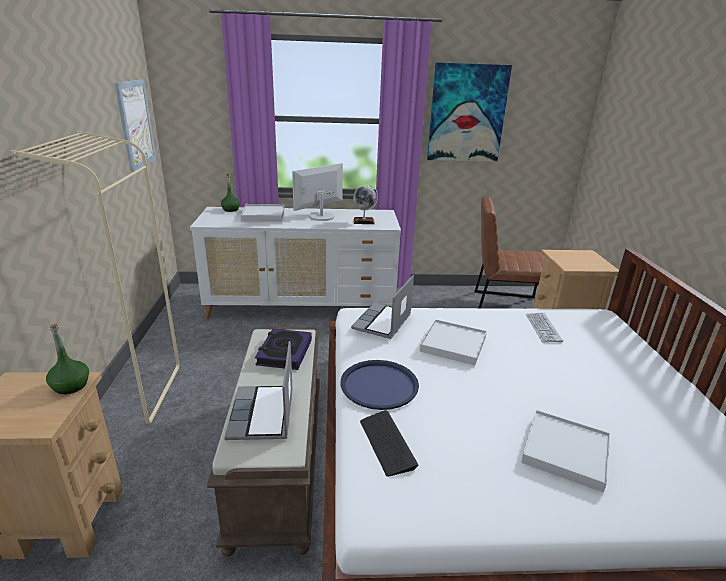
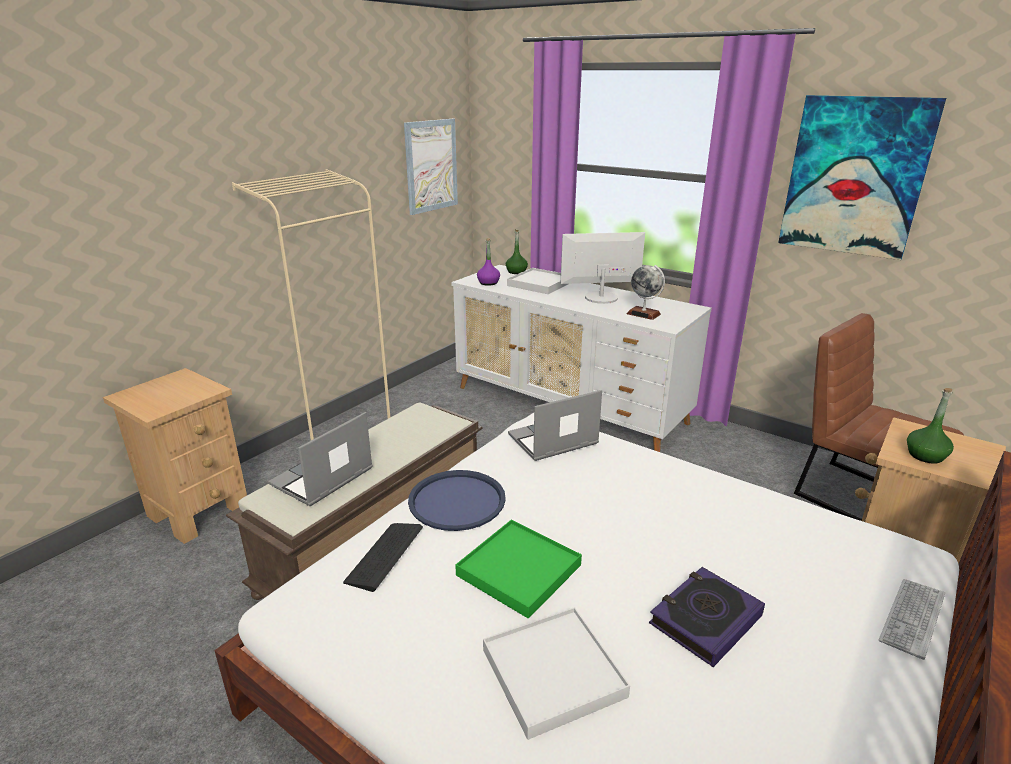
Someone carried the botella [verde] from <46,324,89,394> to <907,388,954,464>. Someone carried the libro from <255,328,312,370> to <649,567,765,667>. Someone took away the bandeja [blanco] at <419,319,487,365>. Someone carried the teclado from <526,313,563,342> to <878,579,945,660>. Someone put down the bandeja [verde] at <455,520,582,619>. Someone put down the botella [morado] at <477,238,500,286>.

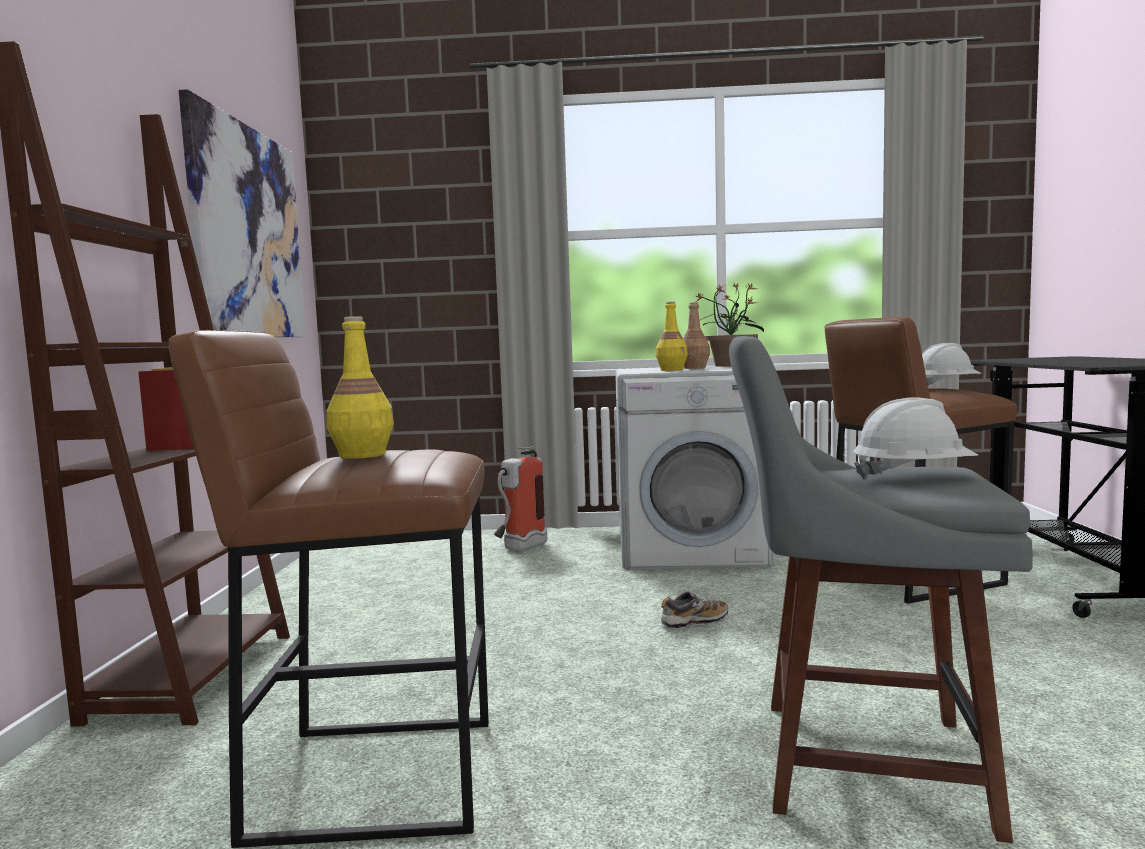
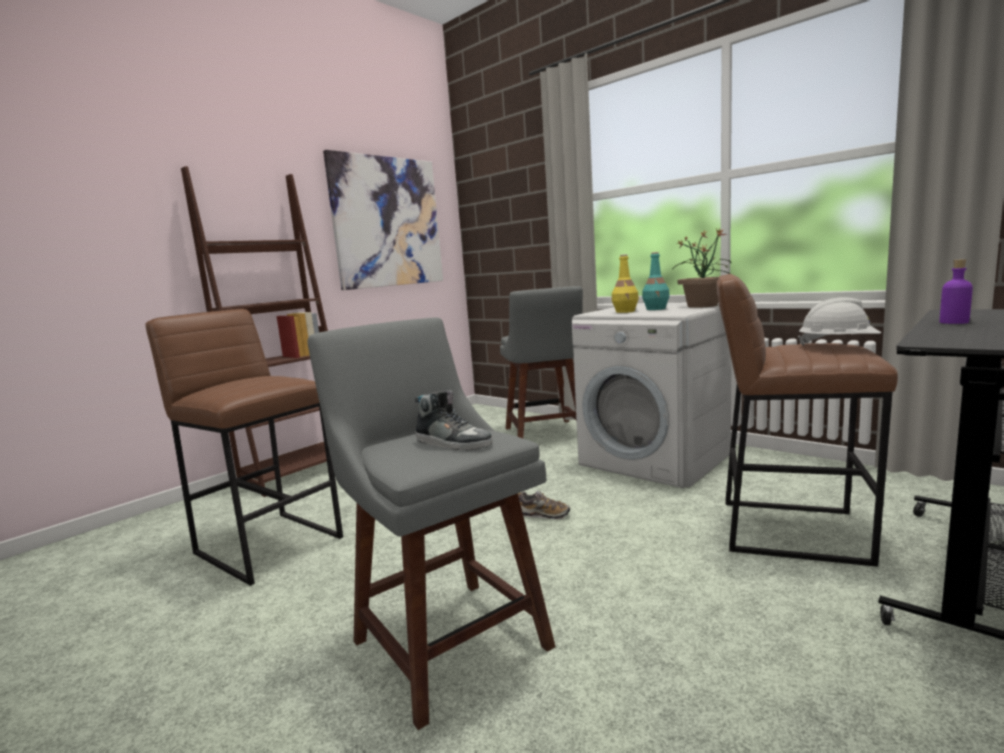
Someone took away the botella [amarillo] at <326,316,394,459>. Someone swapped the extintor at <494,446,547,552> for the taburete [gris] at <500,286,583,438>. Someone repainted the botella [marrón] at <683,302,710,369>, which became the botella [turquesa] at <642,252,670,310>. Someone swapped the casco [blanco] at <853,397,979,480> for the zapato at <415,390,493,451>. Someone put down the botella [morado] at <939,259,973,324>.

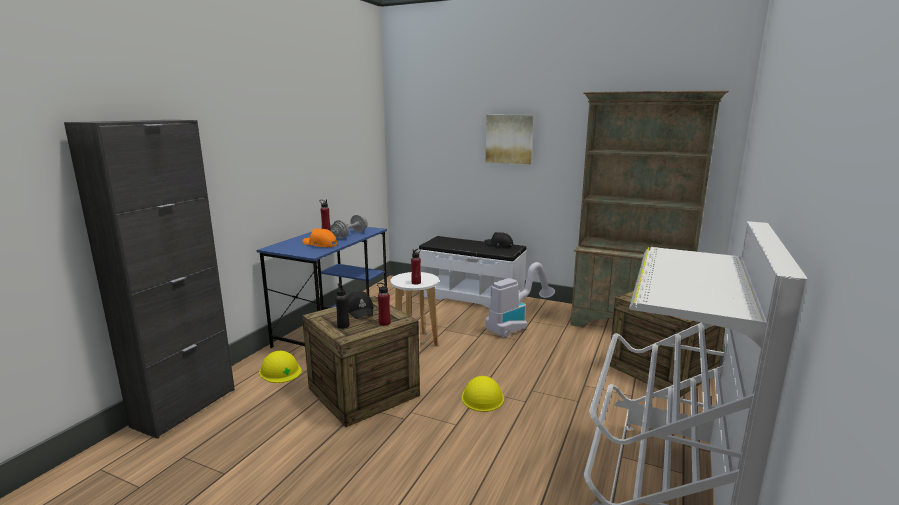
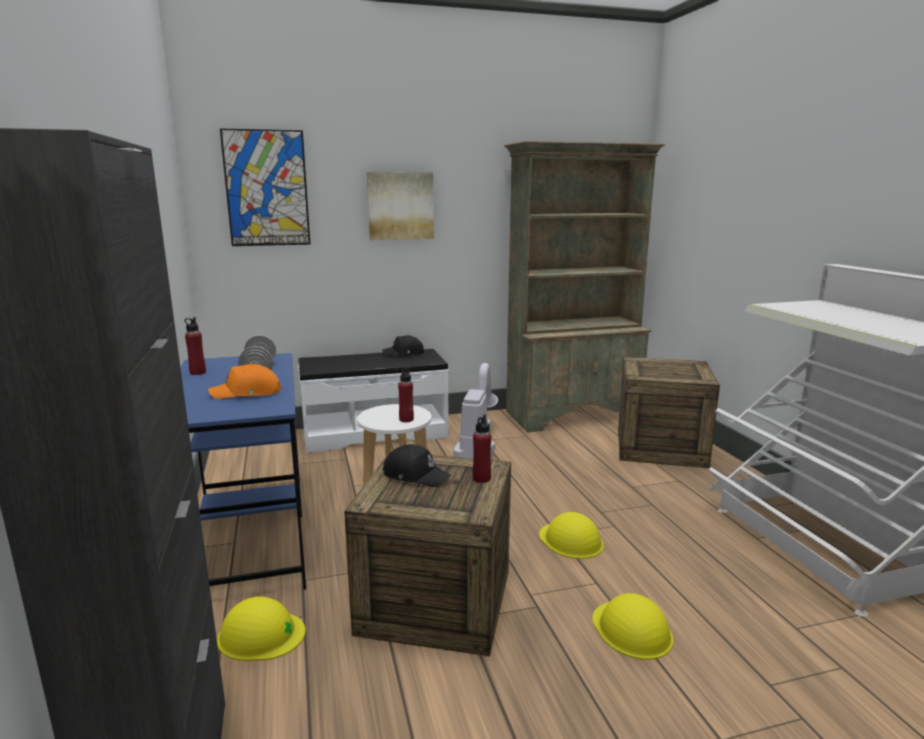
Someone took away the botella [negro] at <335,283,349,329>. Someone put up the cuadro at <220,128,310,246>. Someone put down the casco [amarillo] at <592,593,673,660>.

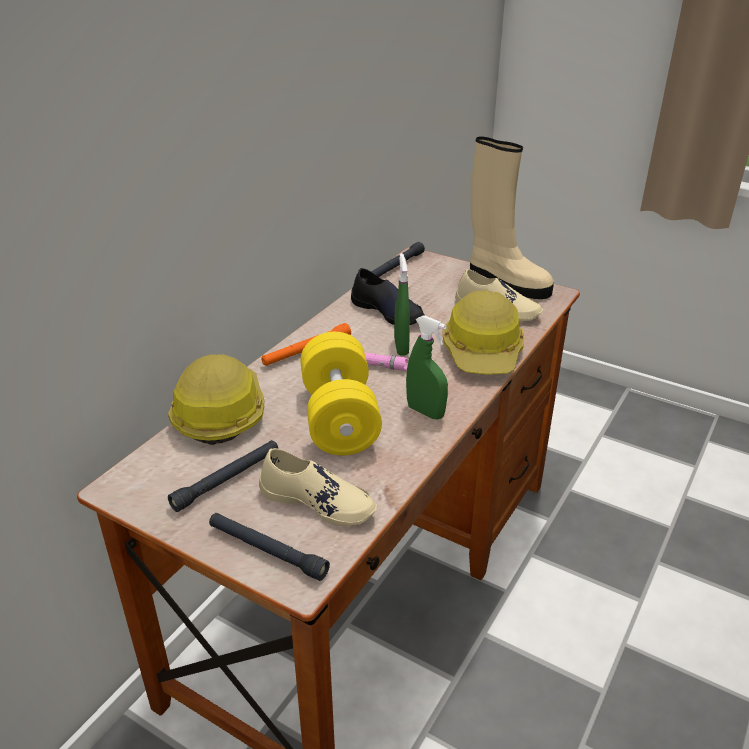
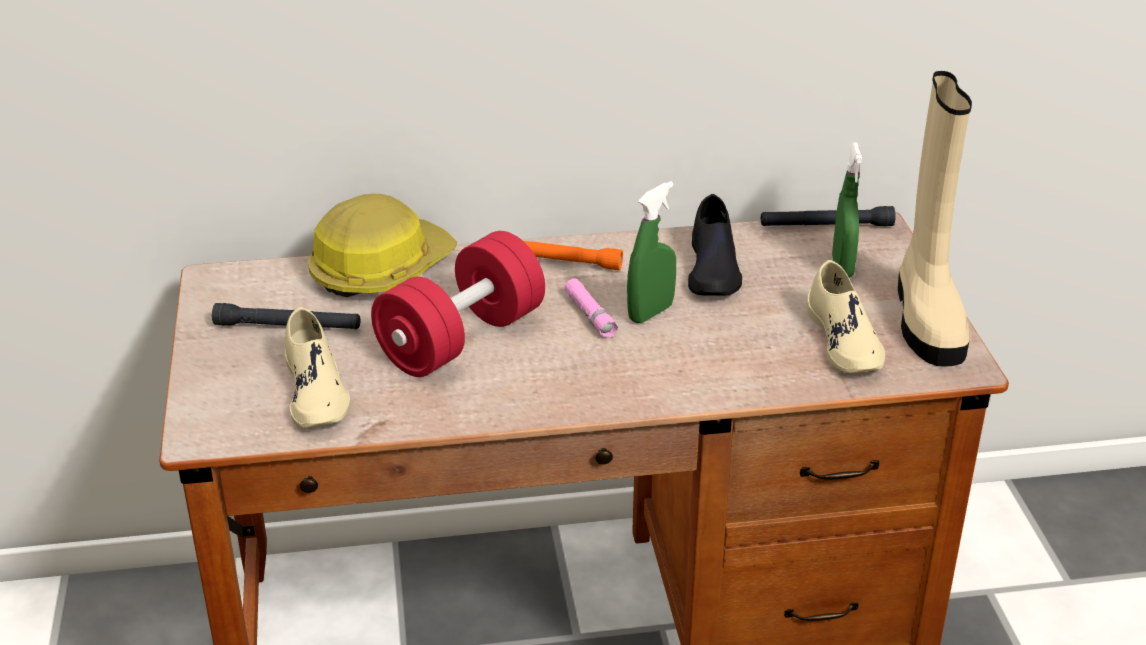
Someone took away the linterna [negro] at <209,513,330,581>. Someone repainted the mancuerna [amarillo] at <300,332,382,455>, which became the mancuerna [rojo] at <371,231,545,377>. Someone carried the pulverizador [verde] from <406,315,448,419> to <832,142,862,278>. Someone took away the casco at <443,290,524,375>.

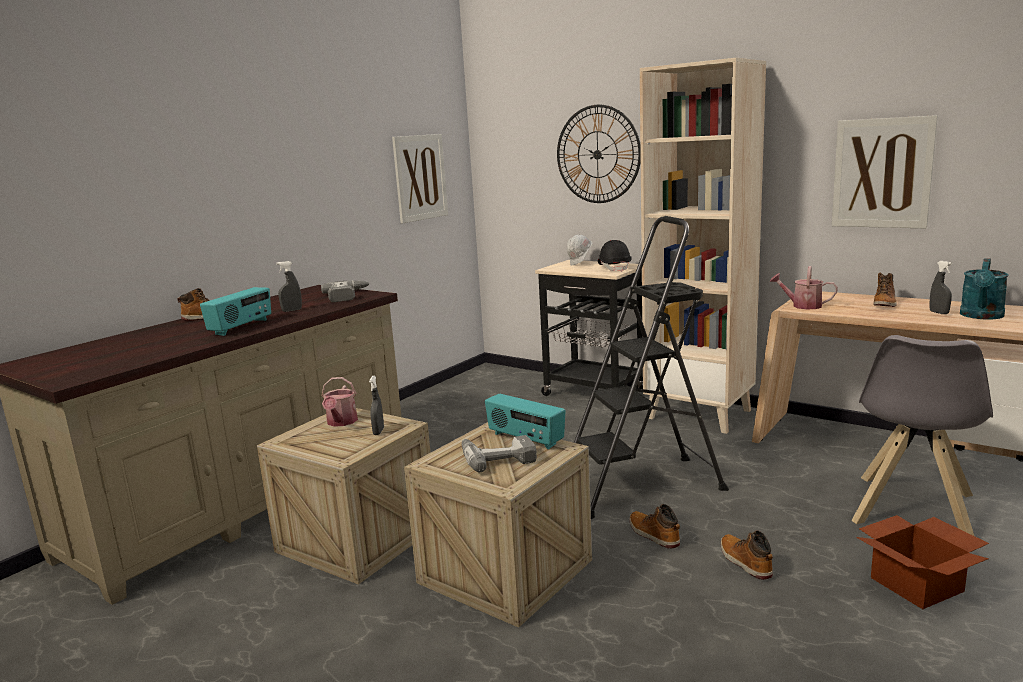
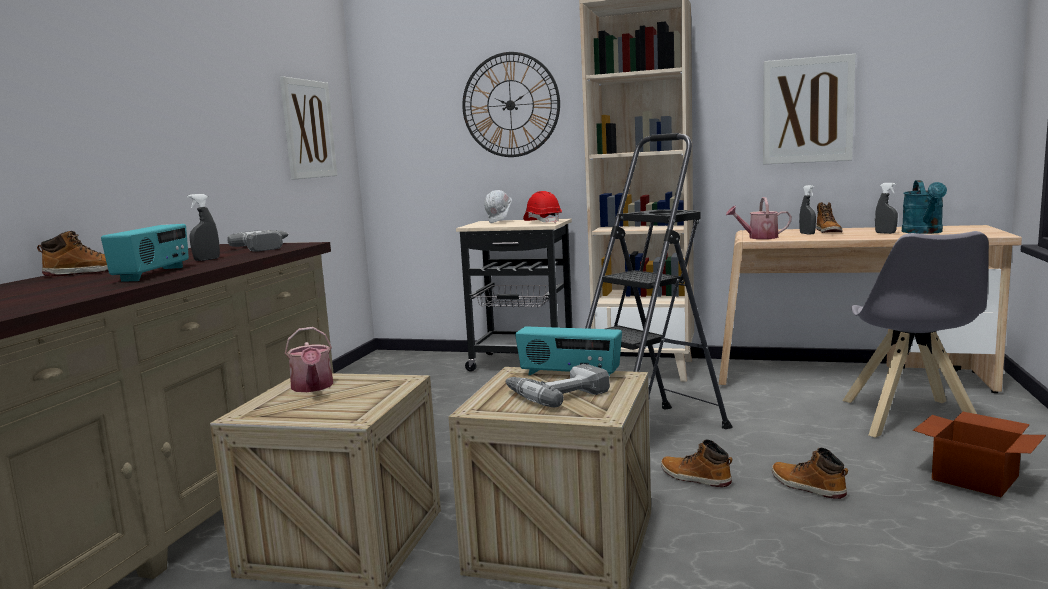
Someone carried the pulverizador [gris] from <369,376,384,435> to <799,185,816,235>. Someone repainted the casco [negro] at <598,240,632,272>, which became the casco [rojo] at <523,191,562,223>.

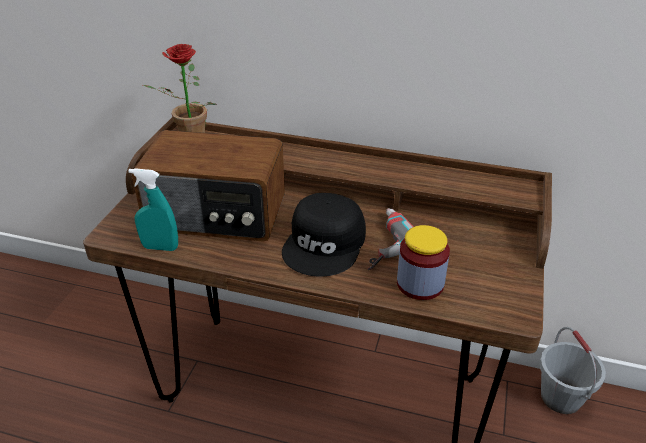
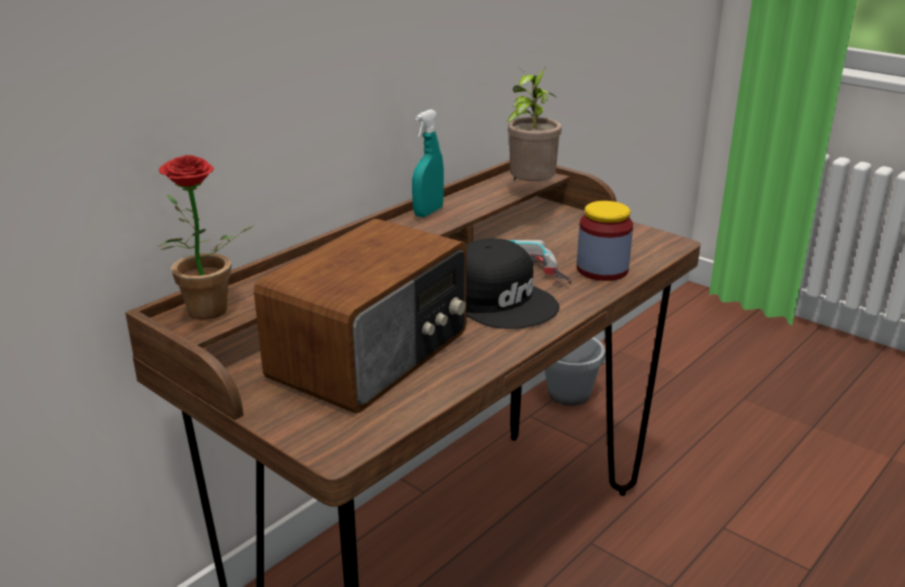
Someone carried the pulverizador [turquesa] from <128,168,178,251> to <412,109,444,217>. Someone put down the planta en maceta at <506,66,562,181>.

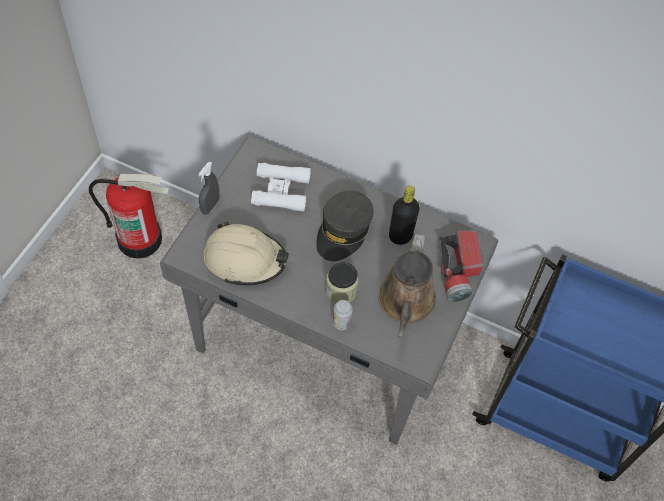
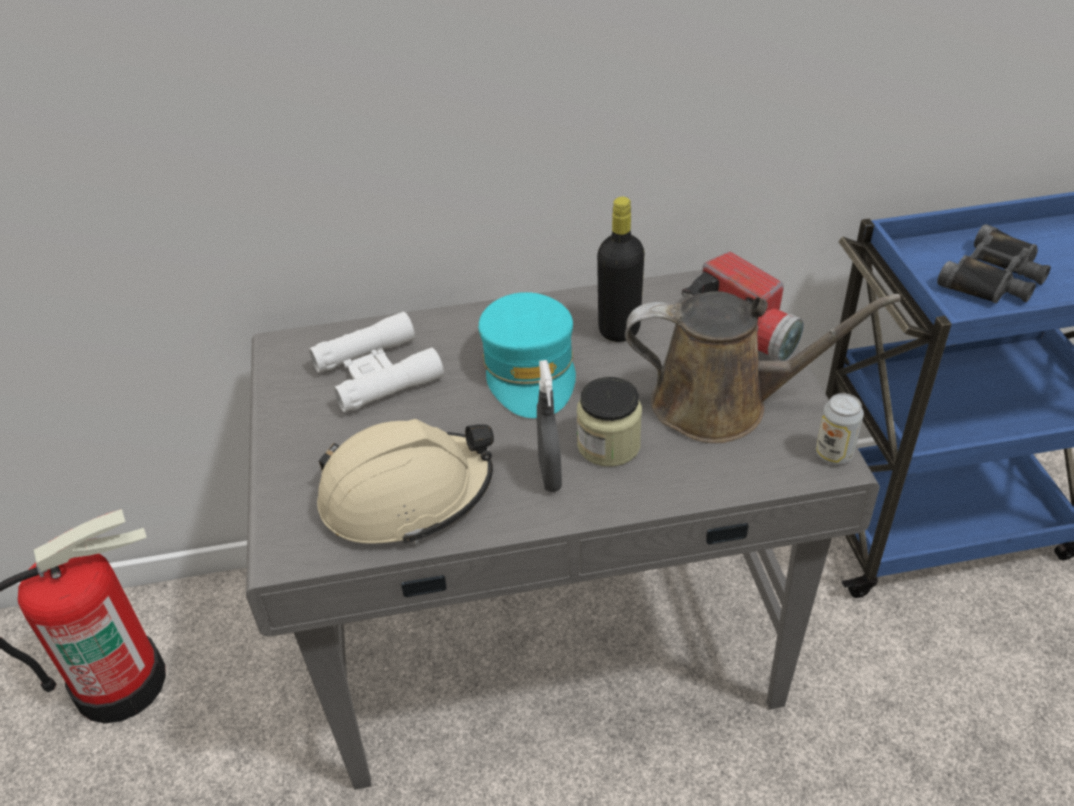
Someone carried the pulverizador [gris] from <198,161,220,215> to <537,360,562,492>. Someone repainted the gorra [gris] at <316,191,373,261>, which became the gorra [turquesa] at <478,292,576,418>. Someone carried the lata from <332,300,353,330> to <816,393,864,465>. Someone rotated the regadera [marrón] at <378,234,436,338> by 60 degrees counterclockwise. Someone put down the prismáticos [negro] at <937,224,1051,303>.

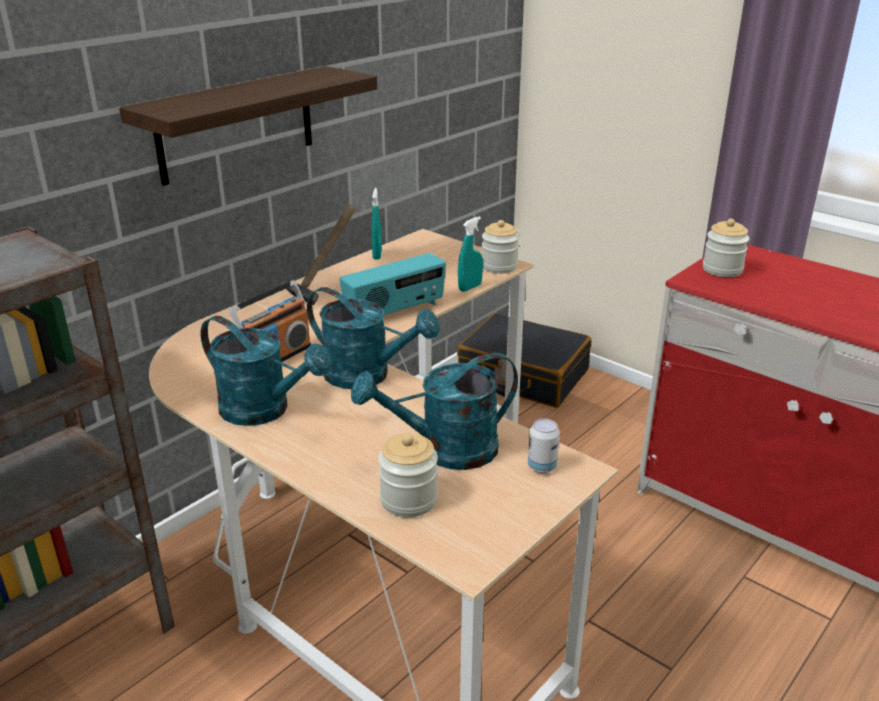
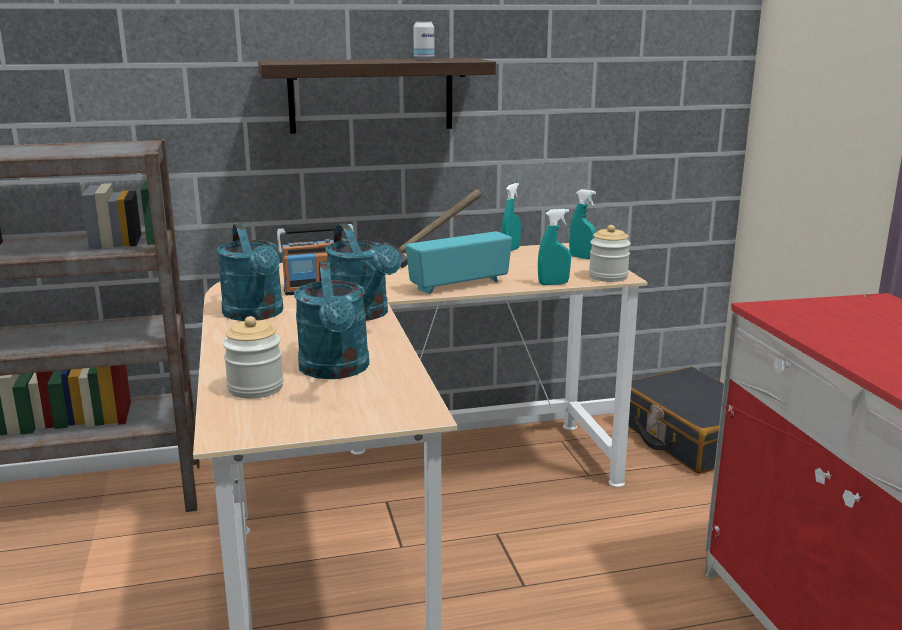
Someone rotated the radio at <340,253,446,315> by 150 degrees clockwise. Someone rotated the regadera [turquesa] at <351,353,518,470> by 120 degrees counterclockwise. Someone carried the lata from <528,418,560,473> to <413,21,434,60>. Someone took away the tarro at <703,219,750,277>. Someone put down the pulverizador [turquesa] at <569,189,596,259>.

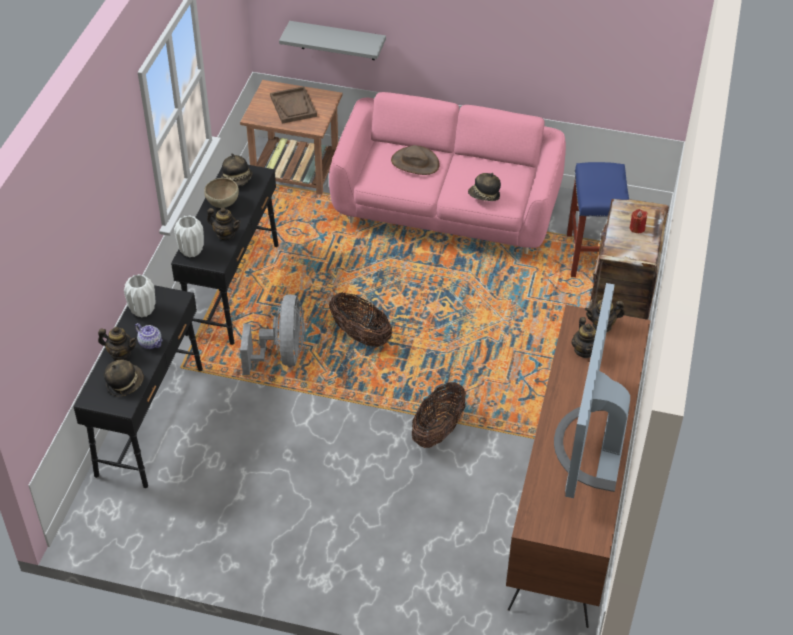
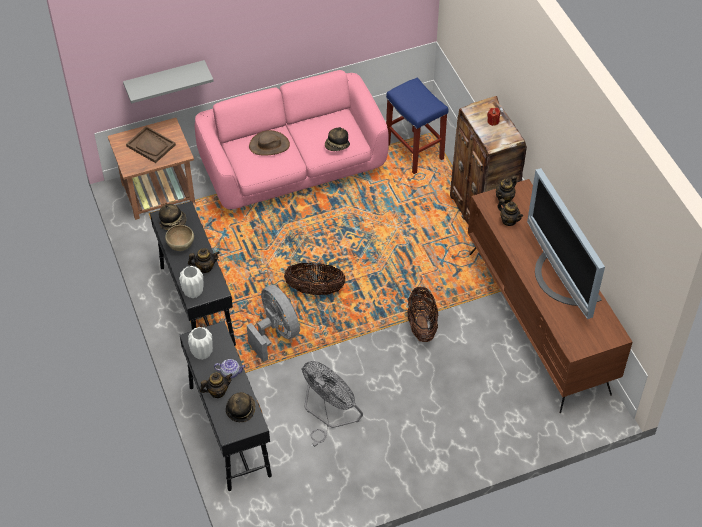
Someone put down the ventilador [gris] at <301,361,363,447>.

